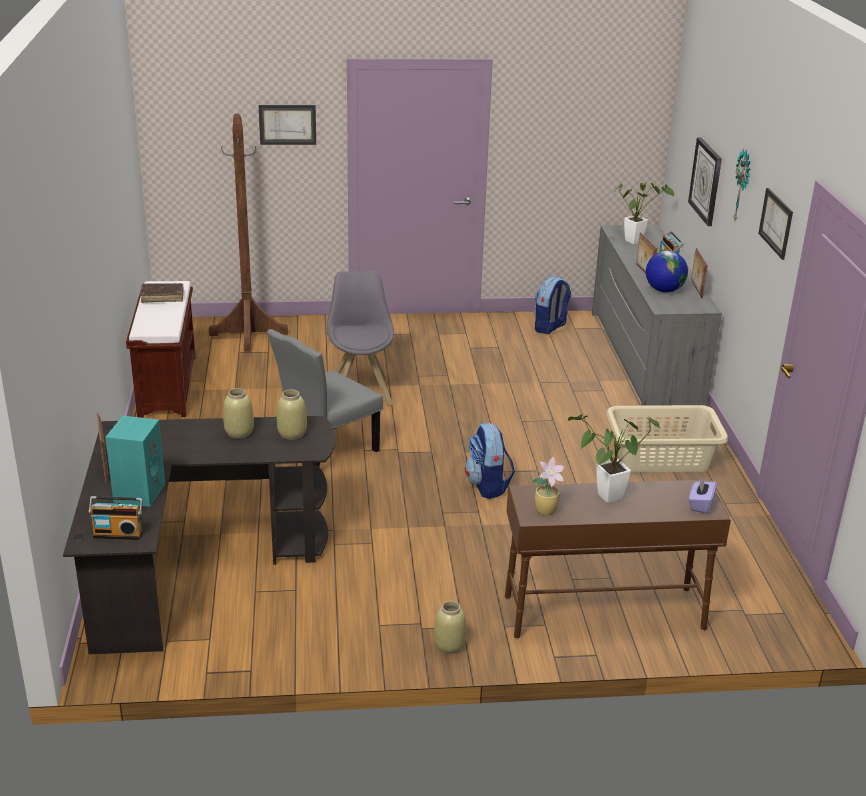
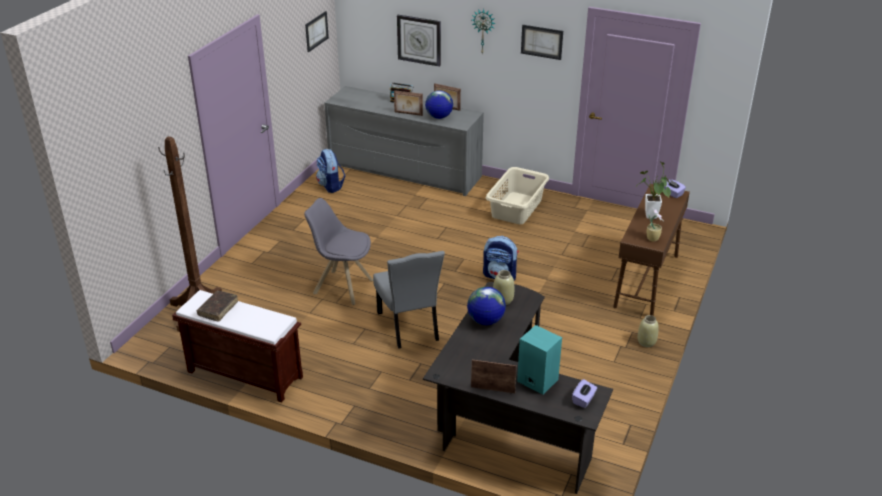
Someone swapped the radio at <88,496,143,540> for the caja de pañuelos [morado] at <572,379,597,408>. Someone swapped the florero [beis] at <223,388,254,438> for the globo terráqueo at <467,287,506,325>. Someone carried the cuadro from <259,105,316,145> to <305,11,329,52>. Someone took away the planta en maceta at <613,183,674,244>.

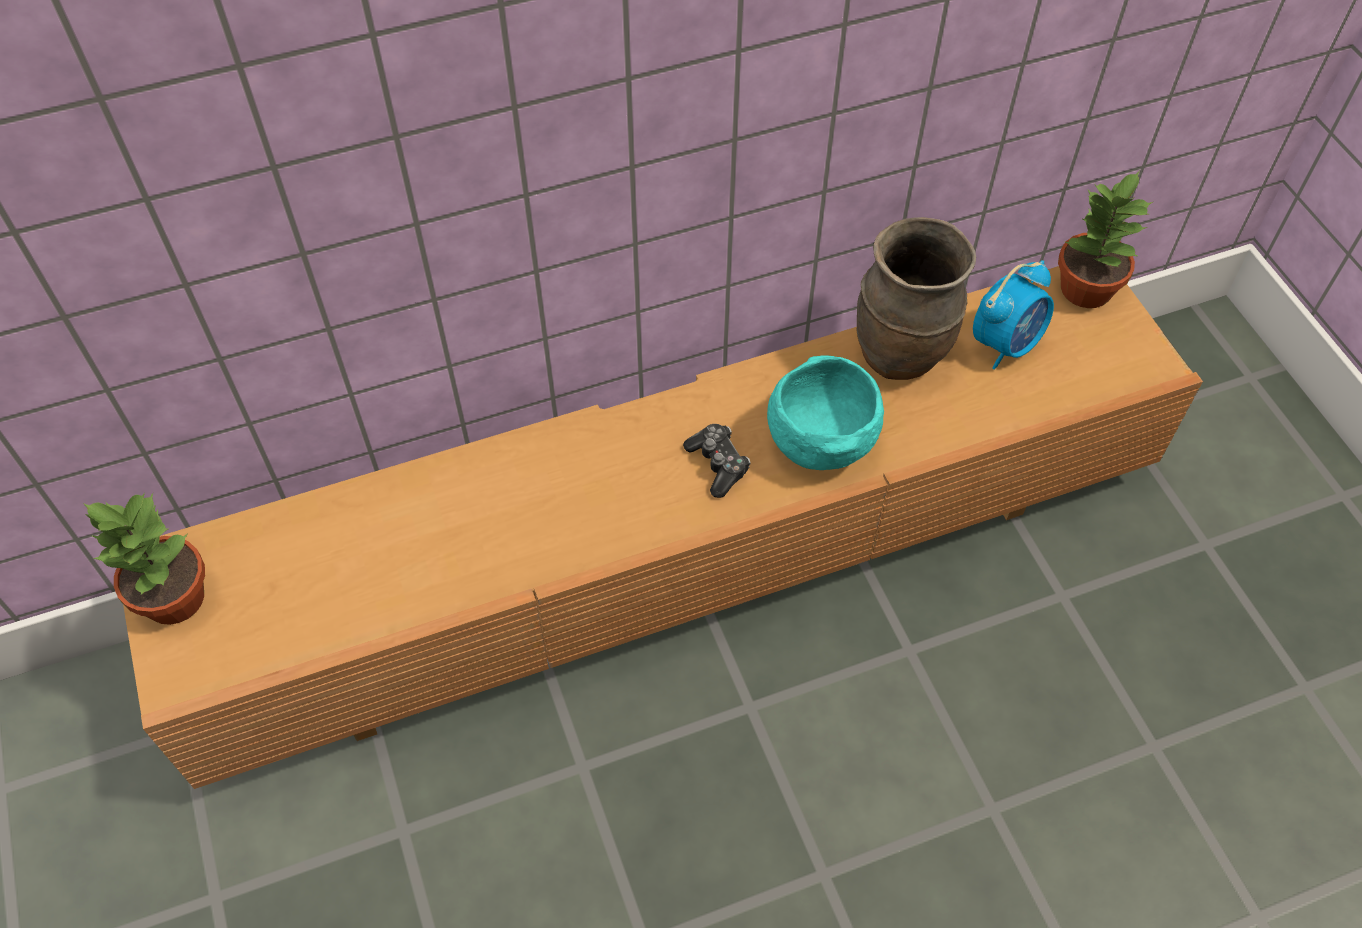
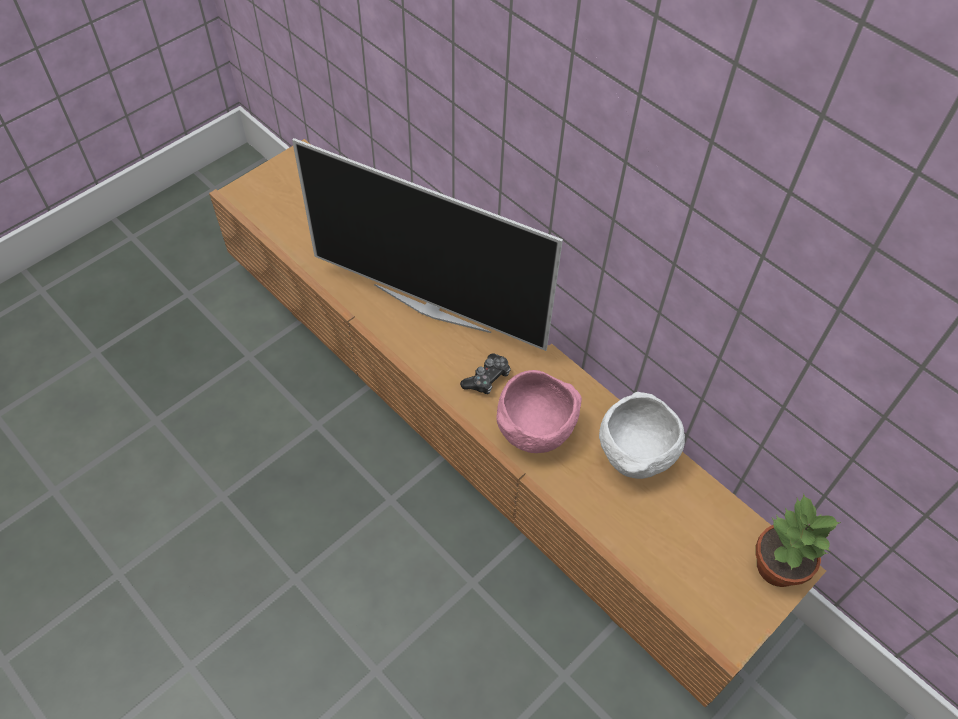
Someone took away the planta en maceta at <83,493,205,625>. Someone repainted the cuenco [turquesa] at <767,355,884,470>, which became the cuenco [rosa] at <496,370,582,453>. Someone swapped the florero [marrón] at <857,217,976,380> for the cuenco [blanco] at <599,392,685,479>. Someone took away the despertador at <973,260,1054,370>. Someone put down the televisor at <292,138,563,351>.

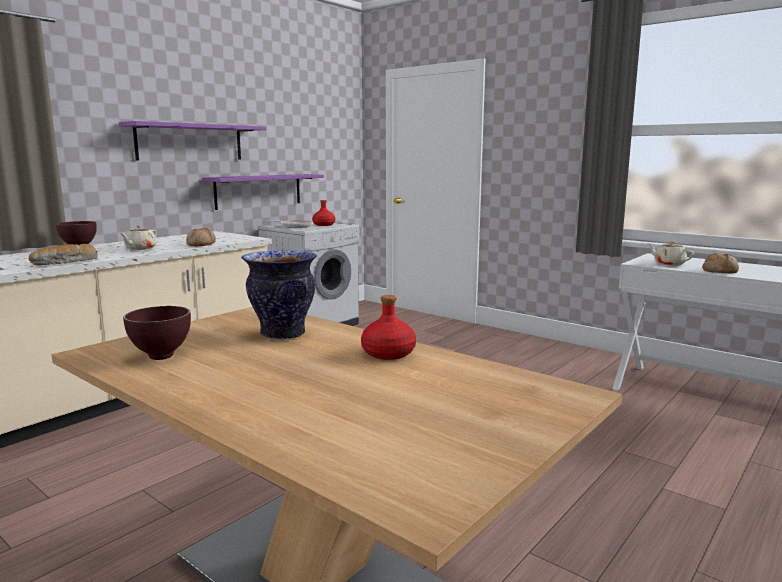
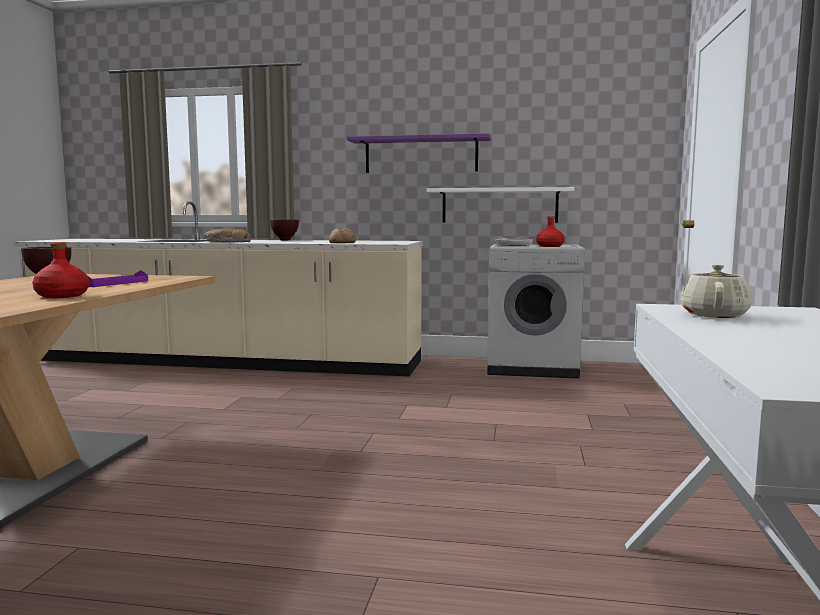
Someone took away the tetera [beis] at <120,225,157,250>. Someone repainted the estante [morado] at <202,174,324,210>, which became the estante [blanco] at <426,187,574,223>. Someone swapped the florero at <241,251,317,340> for the bandeja [morado] at <87,270,148,287>. Someone took away the pan at <702,253,739,273>.

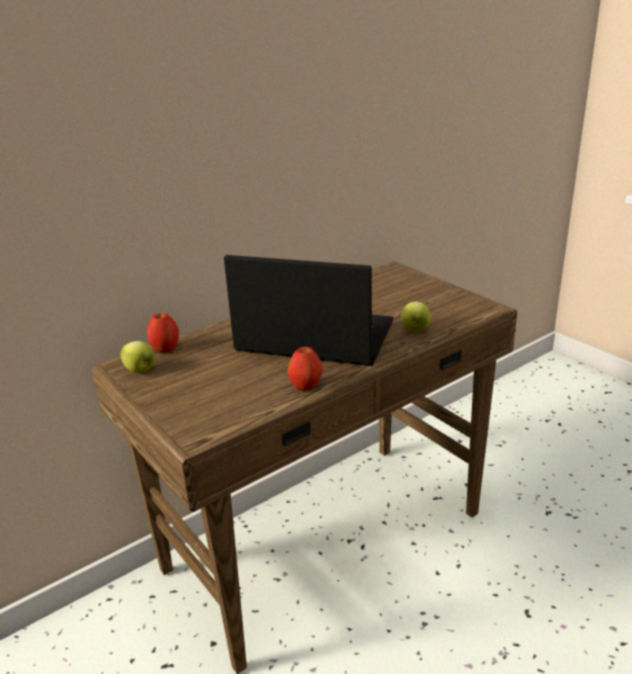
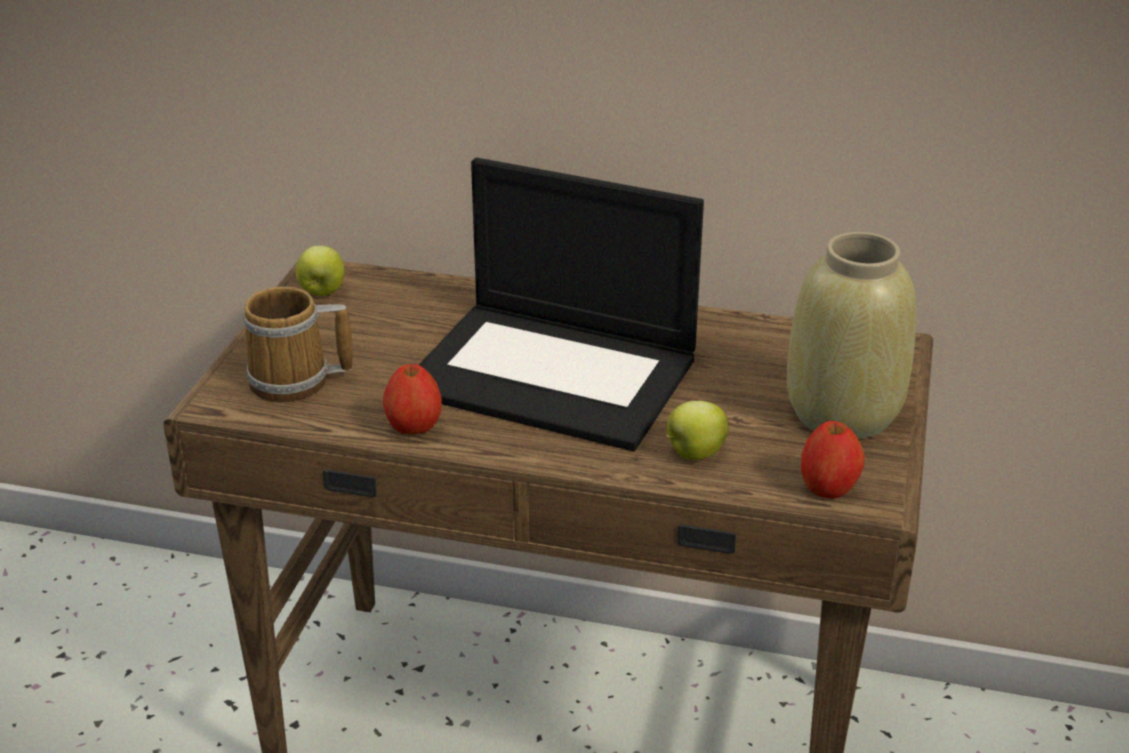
Someone carried the manzana from <147,313,179,353> to <801,421,865,499>. Someone rotated the portátil at <224,255,393,366> by 135 degrees clockwise. Someone put down the taza grande at <243,287,353,402>. Someone put down the florero [beis] at <787,232,916,439>.

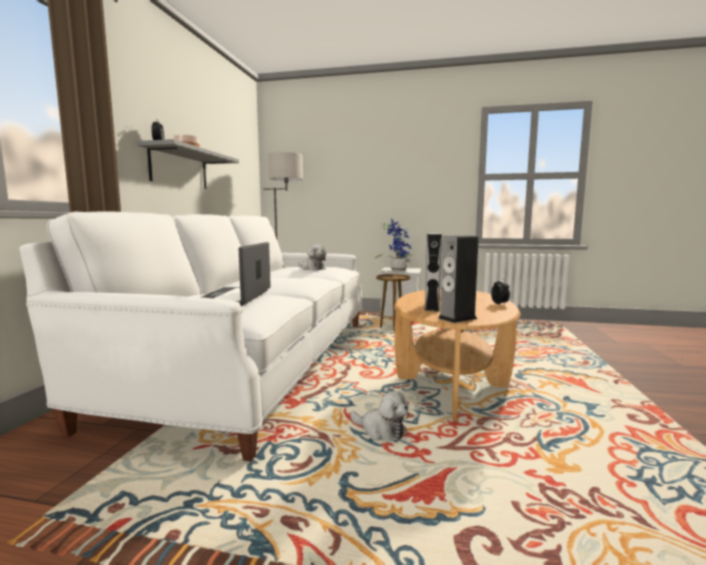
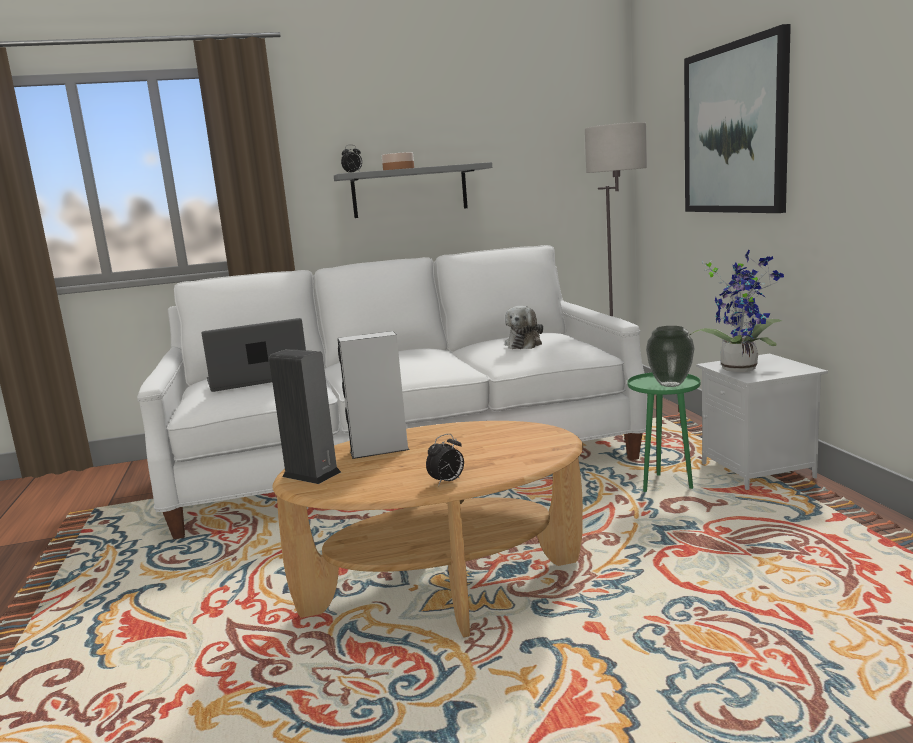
Someone took away the peluche at <350,391,408,441>. Someone repainted the mesa auxiliar [marrón] at <376,274,410,333>, which became the mesa auxiliar [verde] at <627,372,701,492>. Someone put down the florero at <646,326,695,387>. Someone put up the cuadro at <684,24,791,213>.

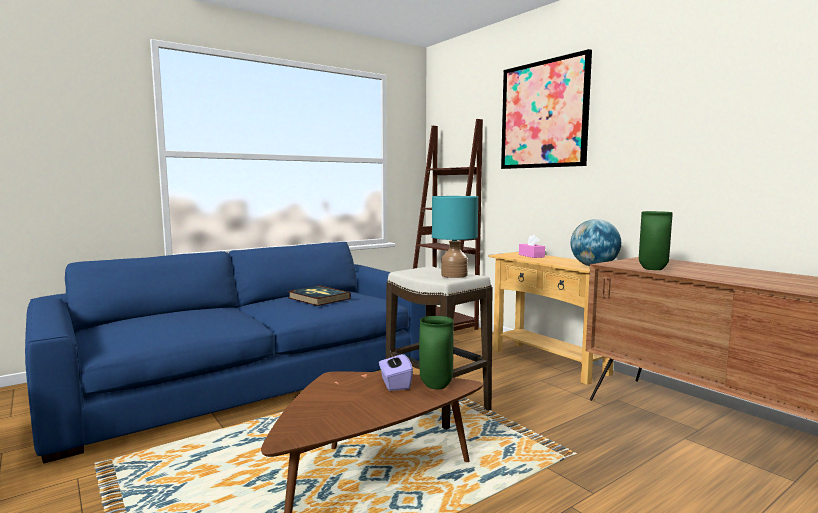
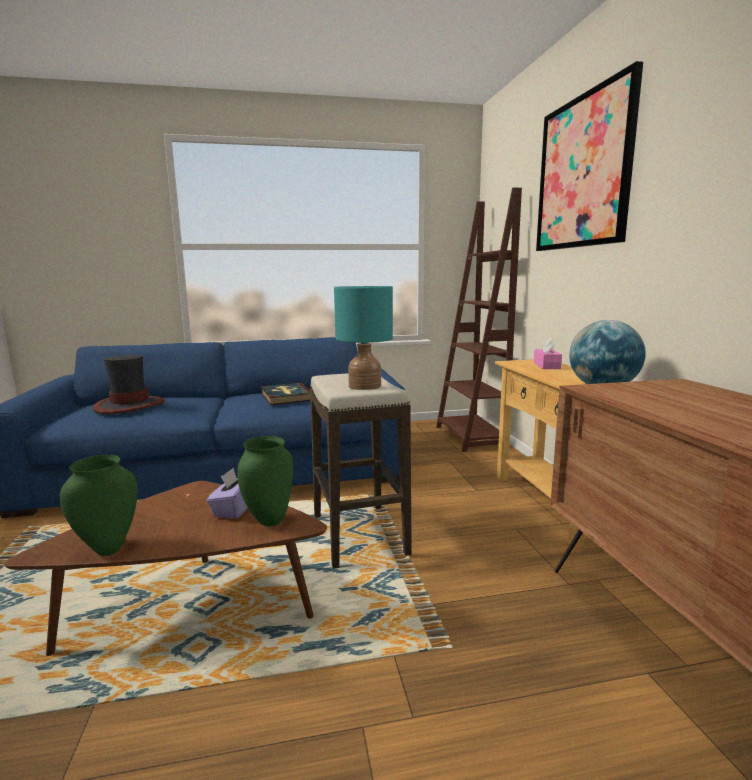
Someone carried the florero [verde] from <639,211,673,270> to <60,455,138,556>. Someone put down the sombrero at <93,355,165,414>.

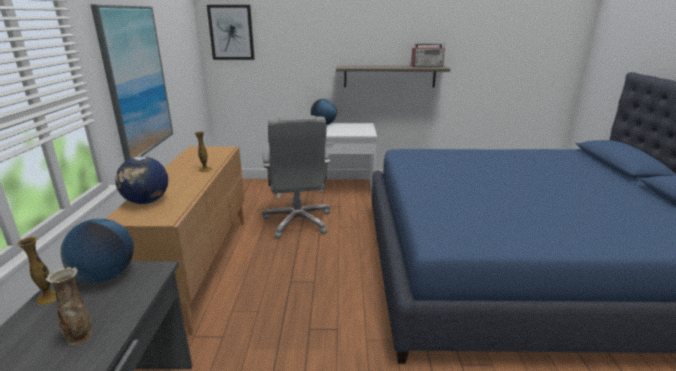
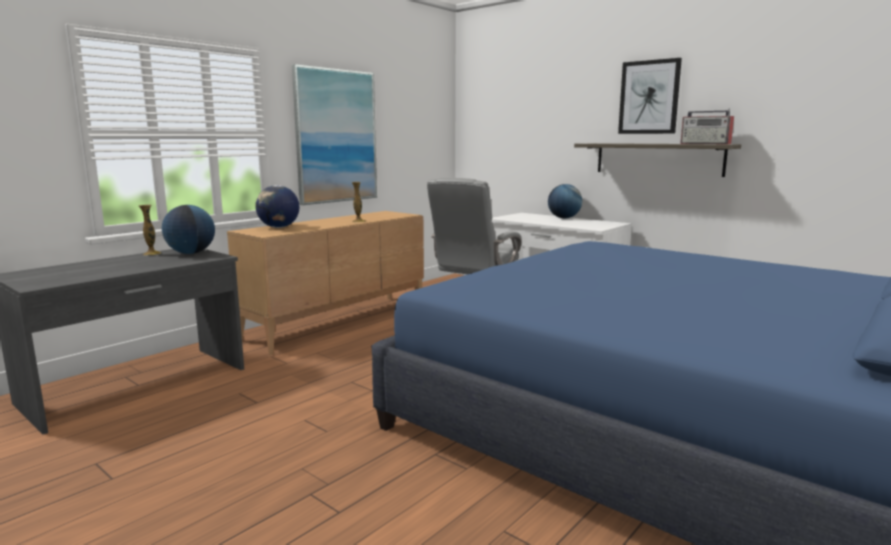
Someone took away the florero at <46,267,92,345>. Someone carried the cuadro from <207,5,254,60> to <618,58,682,134>.

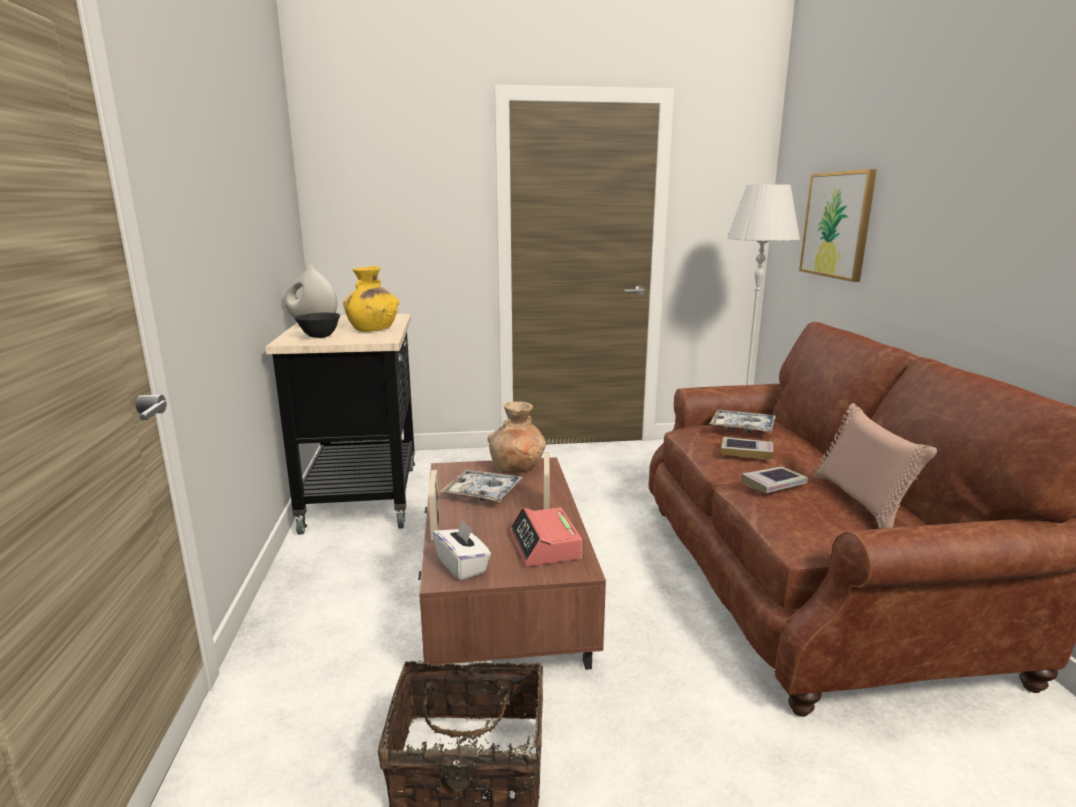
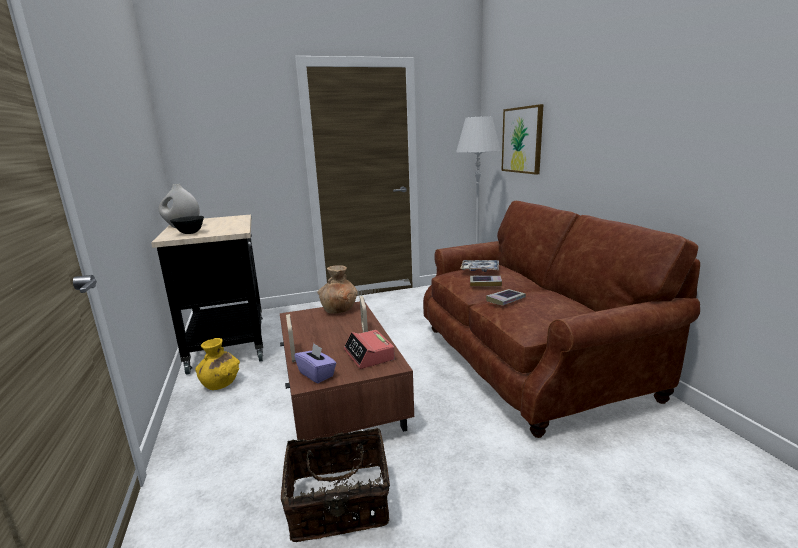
Someone carried the florero [amarillo] from <343,266,399,332> to <195,338,240,390>. Someone repainted the caja de pañuelos [blanco] at <433,520,491,581>, which became the caja de pañuelos [morado] at <294,343,337,383>. Someone took away the bandeja at <440,470,523,502>. Someone took away the cojín [beis] at <812,403,937,529>.

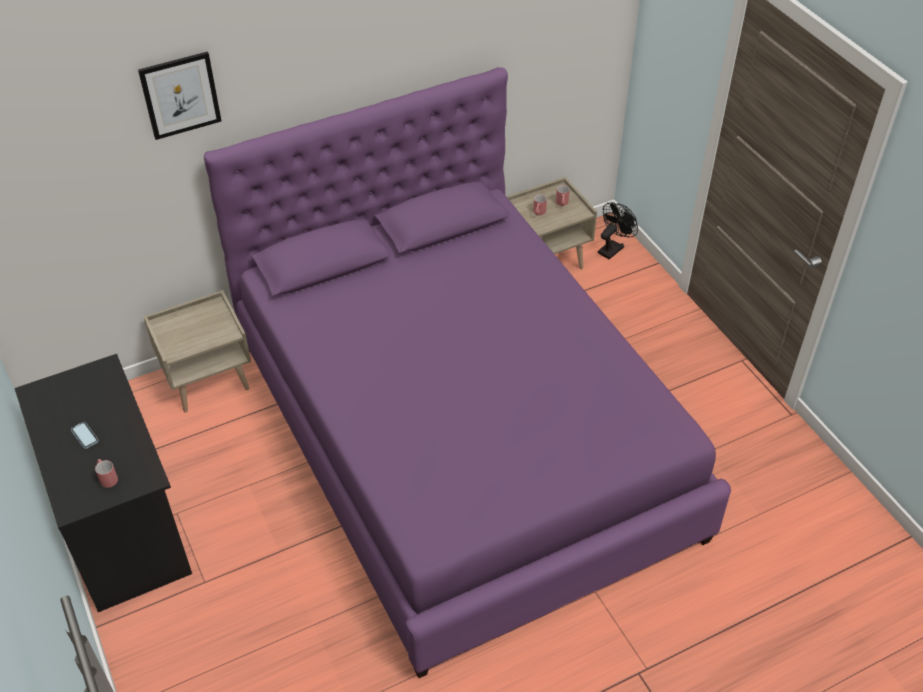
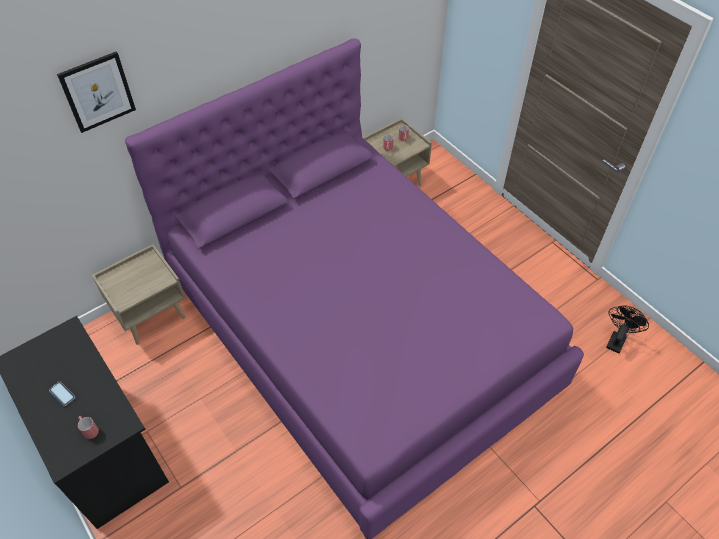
Someone carried the ventilador [negro] from <598,202,638,259> to <606,305,649,354>.

